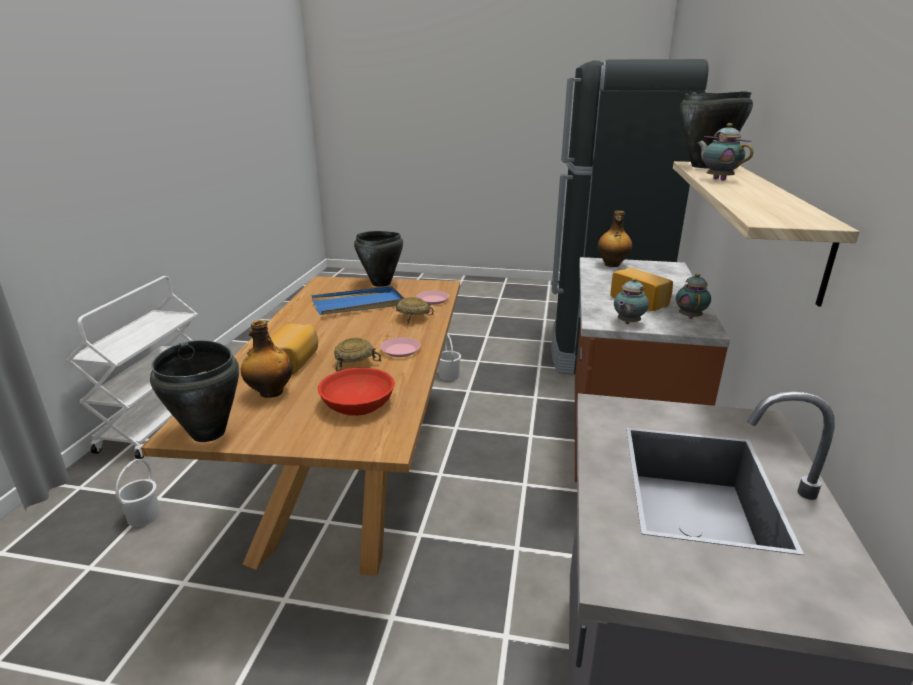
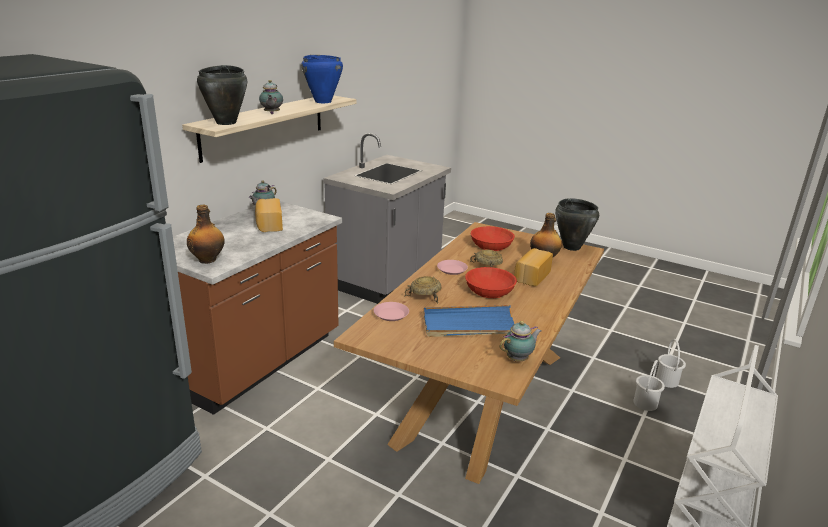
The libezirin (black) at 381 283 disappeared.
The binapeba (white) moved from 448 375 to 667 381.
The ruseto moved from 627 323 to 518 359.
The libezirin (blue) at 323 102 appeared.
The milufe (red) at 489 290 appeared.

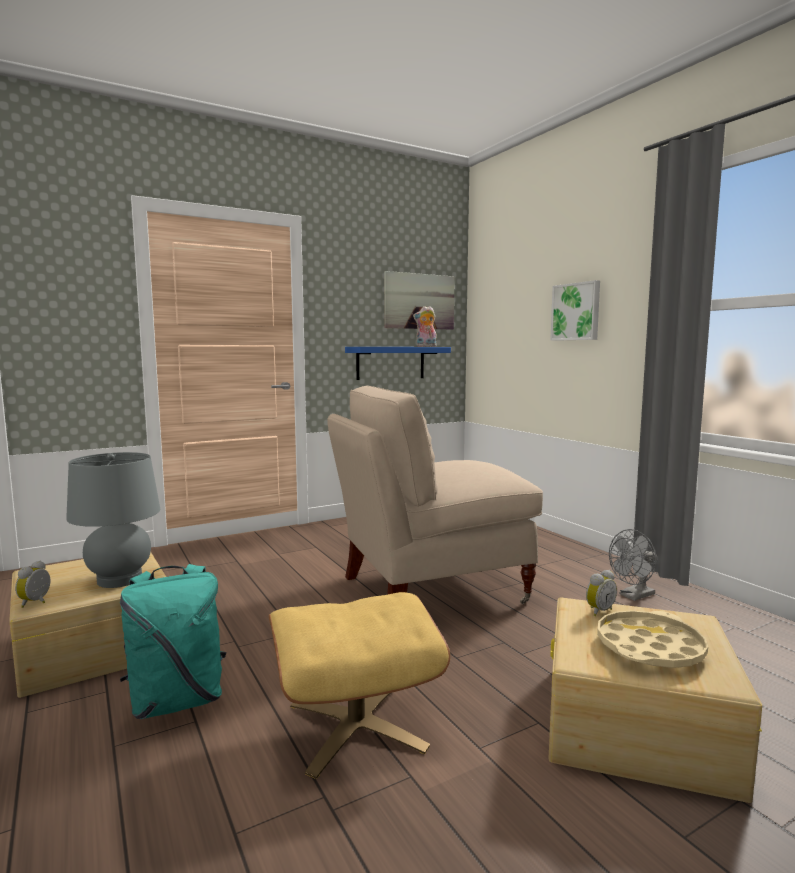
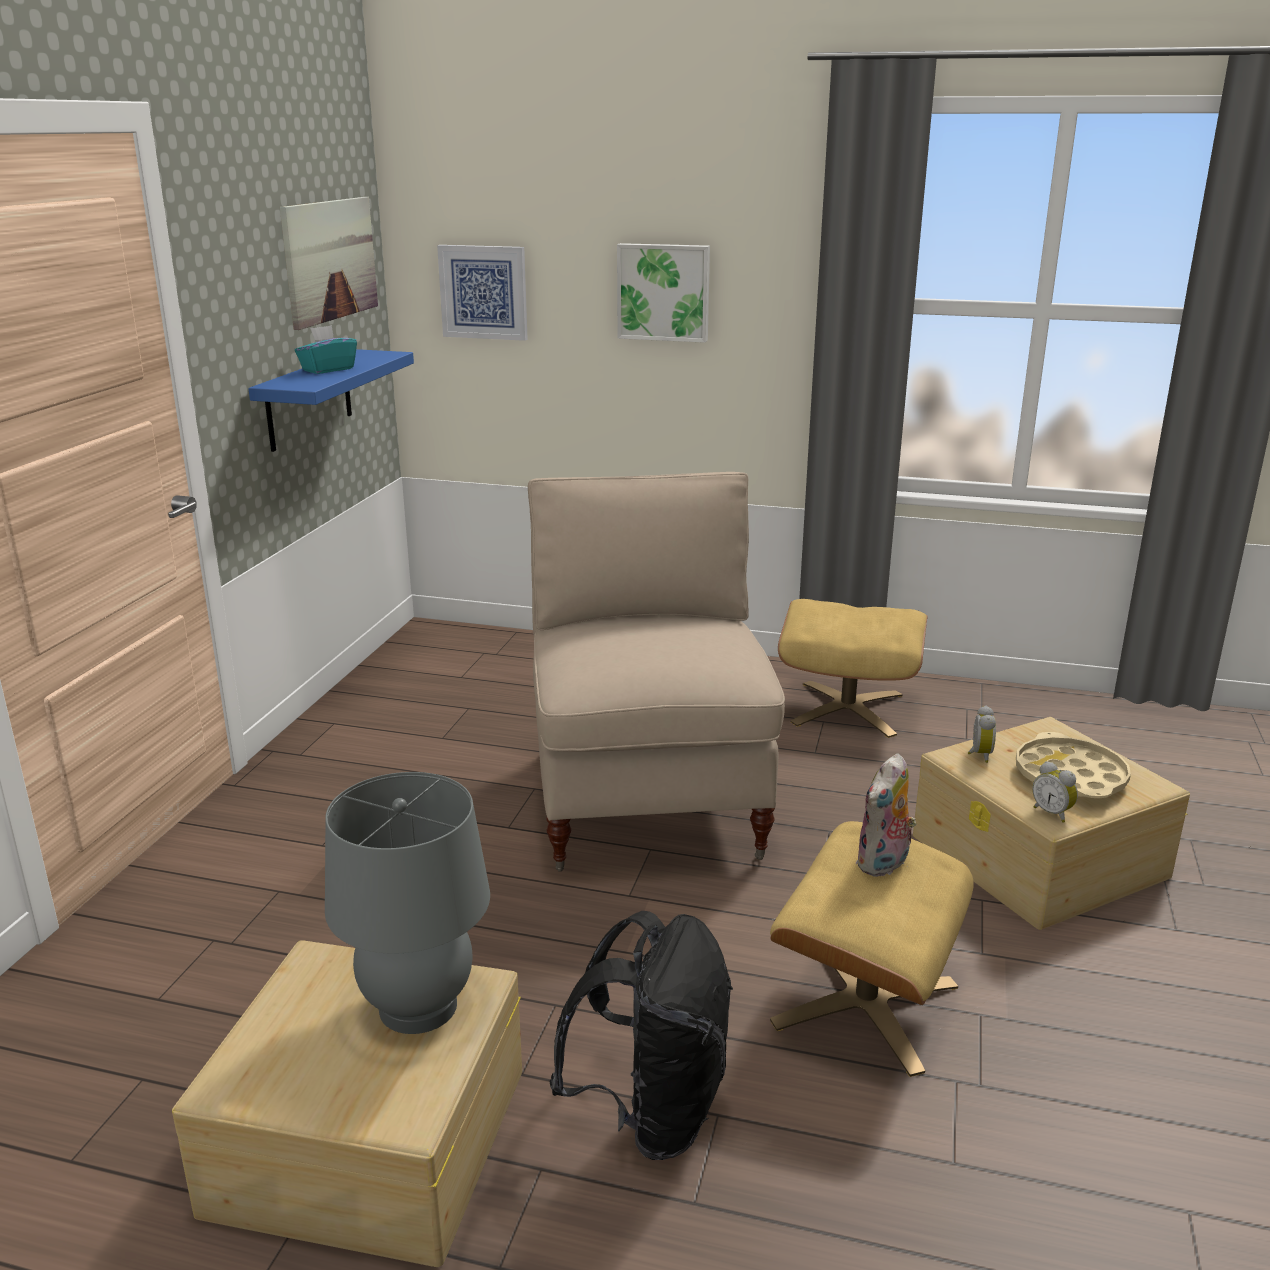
The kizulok moved from 36 602 to 1052 813.
The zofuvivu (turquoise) at 177 701 became the zofuvivu (black) at 651 1112.
The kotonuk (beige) at 430 590 turned 150 degrees clockwise.
The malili moved from 425 346 to 884 864.
The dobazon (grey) at 633 596 was replaced by the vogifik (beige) at 848 708.
The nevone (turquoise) at 328 369 appeared.
The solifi at 484 292 appeared.

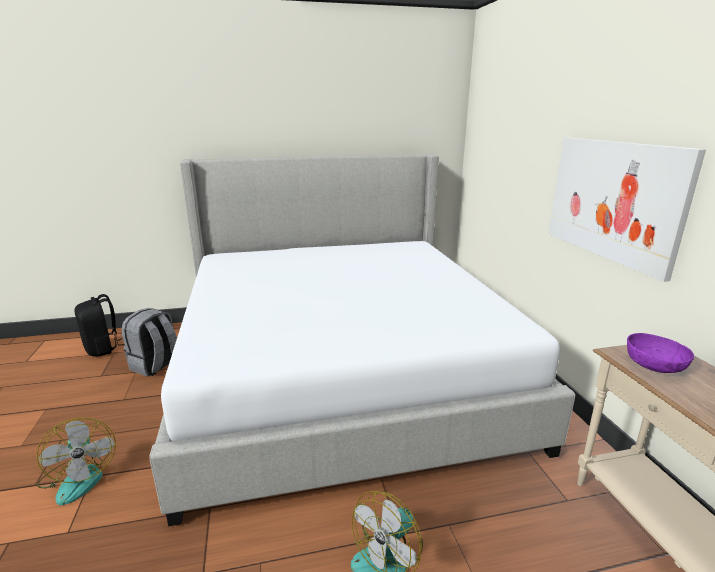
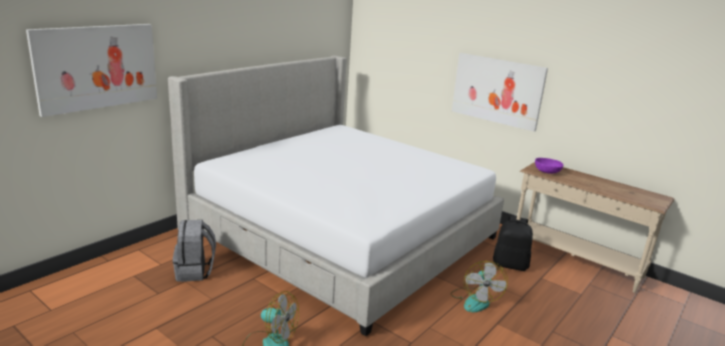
The zofuvivu (black) moved from 103 348 to 510 265.
The solifi at 97 67 appeared.

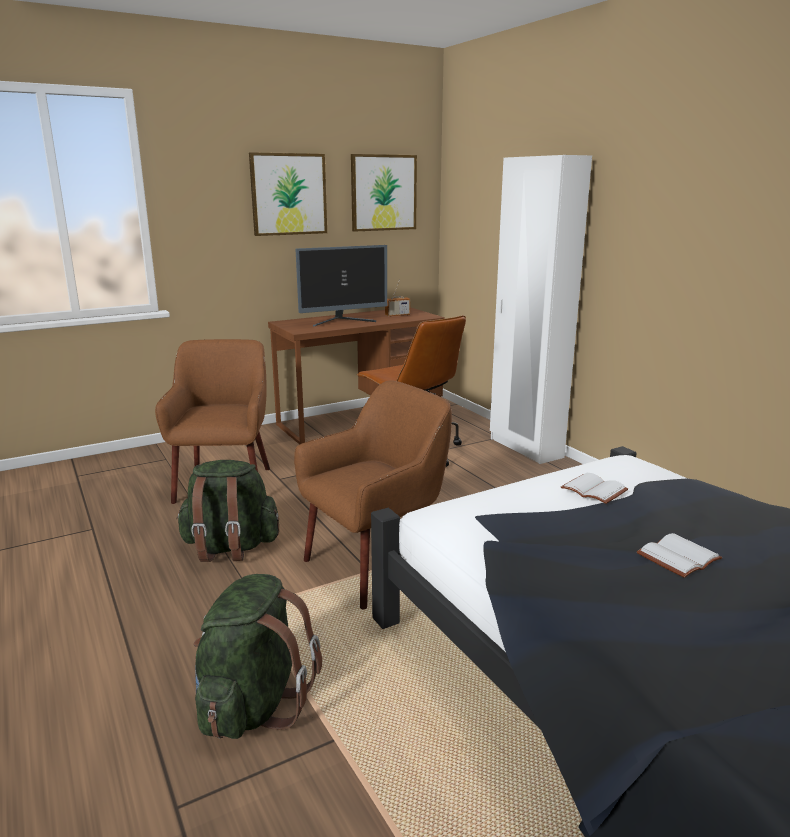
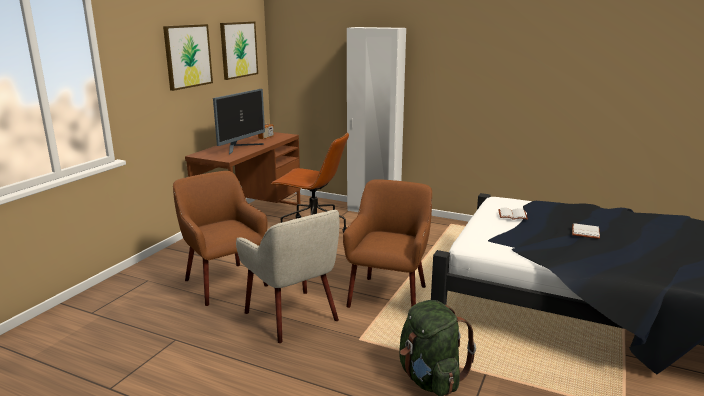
The zofuvivu (green) at 230 547 was replaced by the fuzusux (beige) at 292 316.

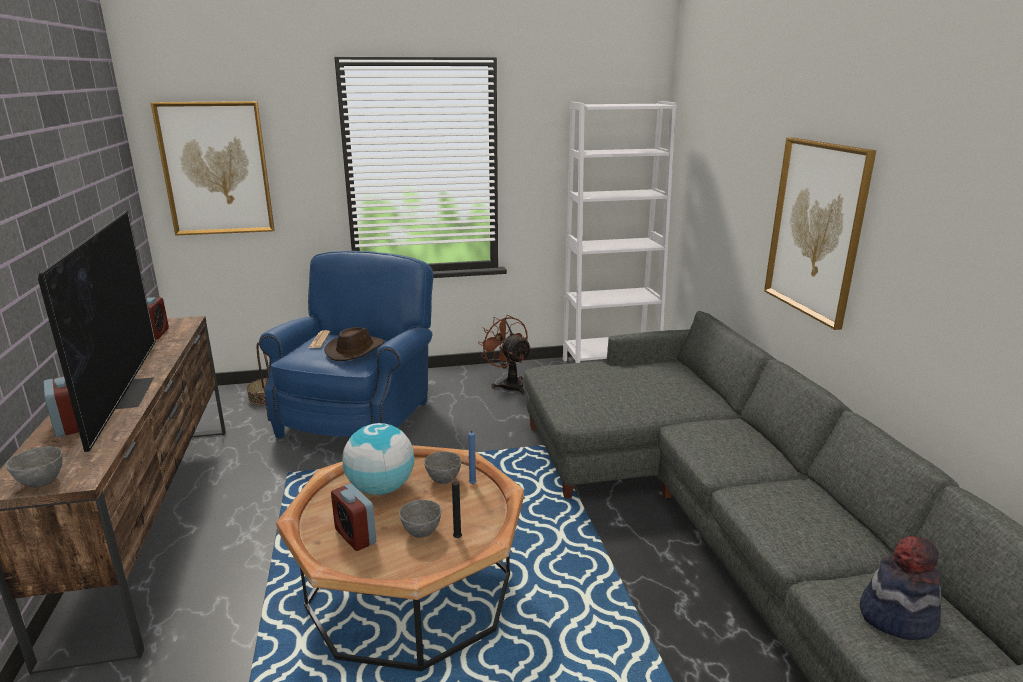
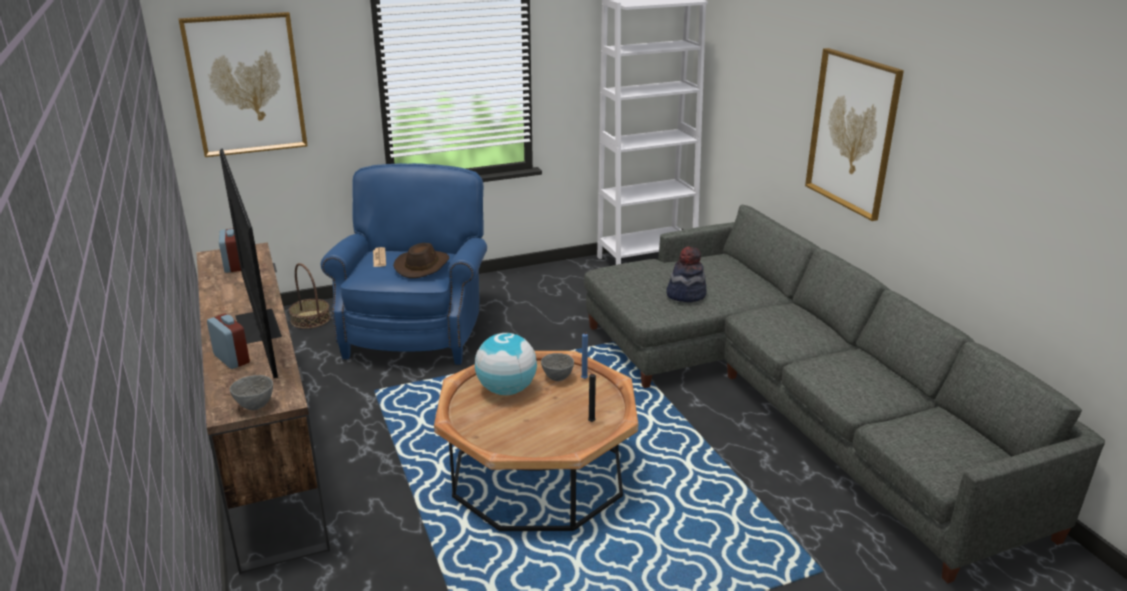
The kizulok at 355 536 disappeared.
The milufe (grey) at 421 533 disappeared.
The dobazon (brown) at 508 384 disappeared.
The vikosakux moved from 896 616 to 686 294.

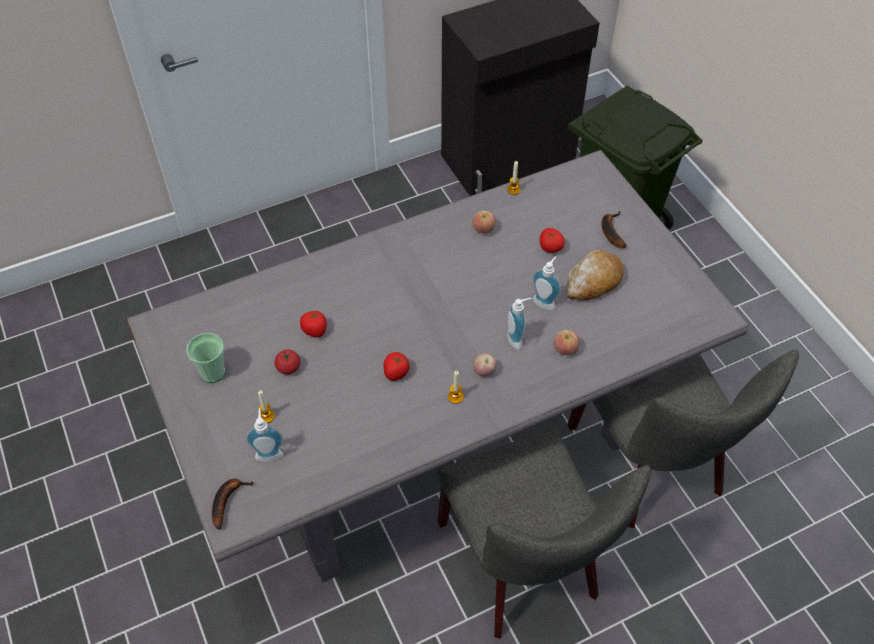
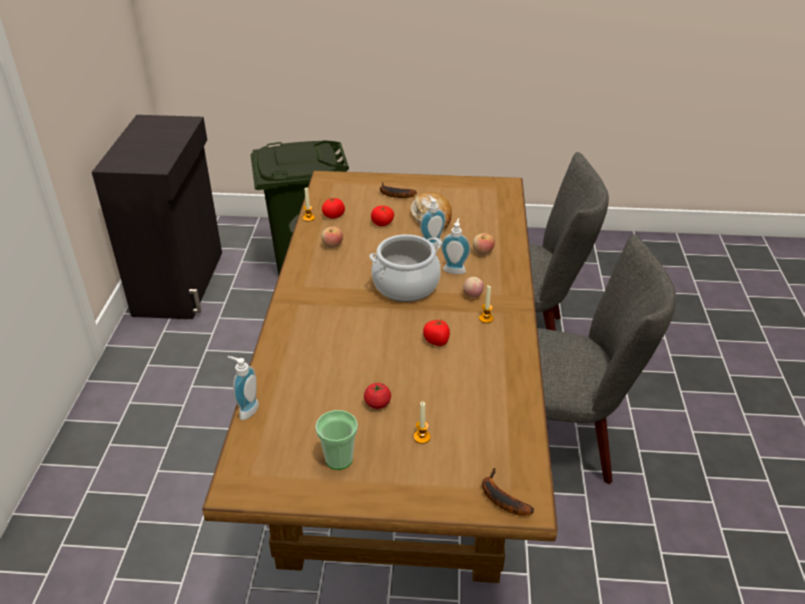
The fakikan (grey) at 437 428 became the fakikan (brown) at 400 436.
The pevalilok moved from 269 453 to 246 409.
The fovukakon moved from 315 331 to 333 216.
The libezirin at 406 285 appeared.

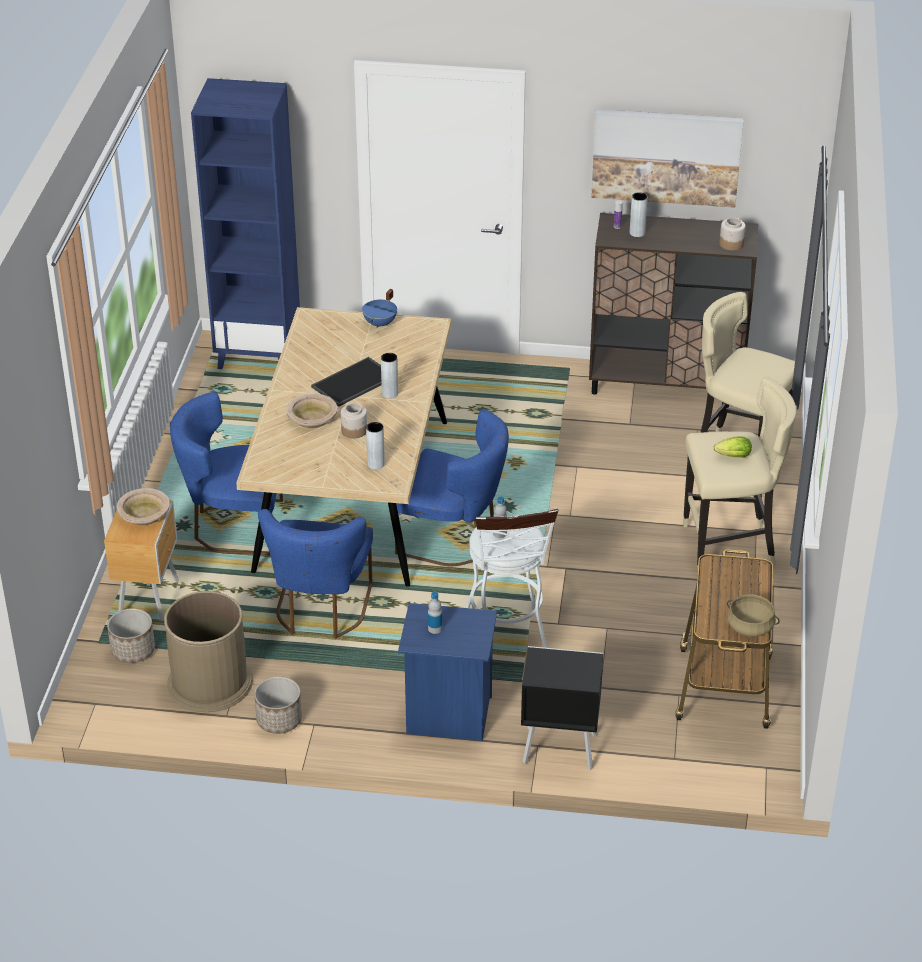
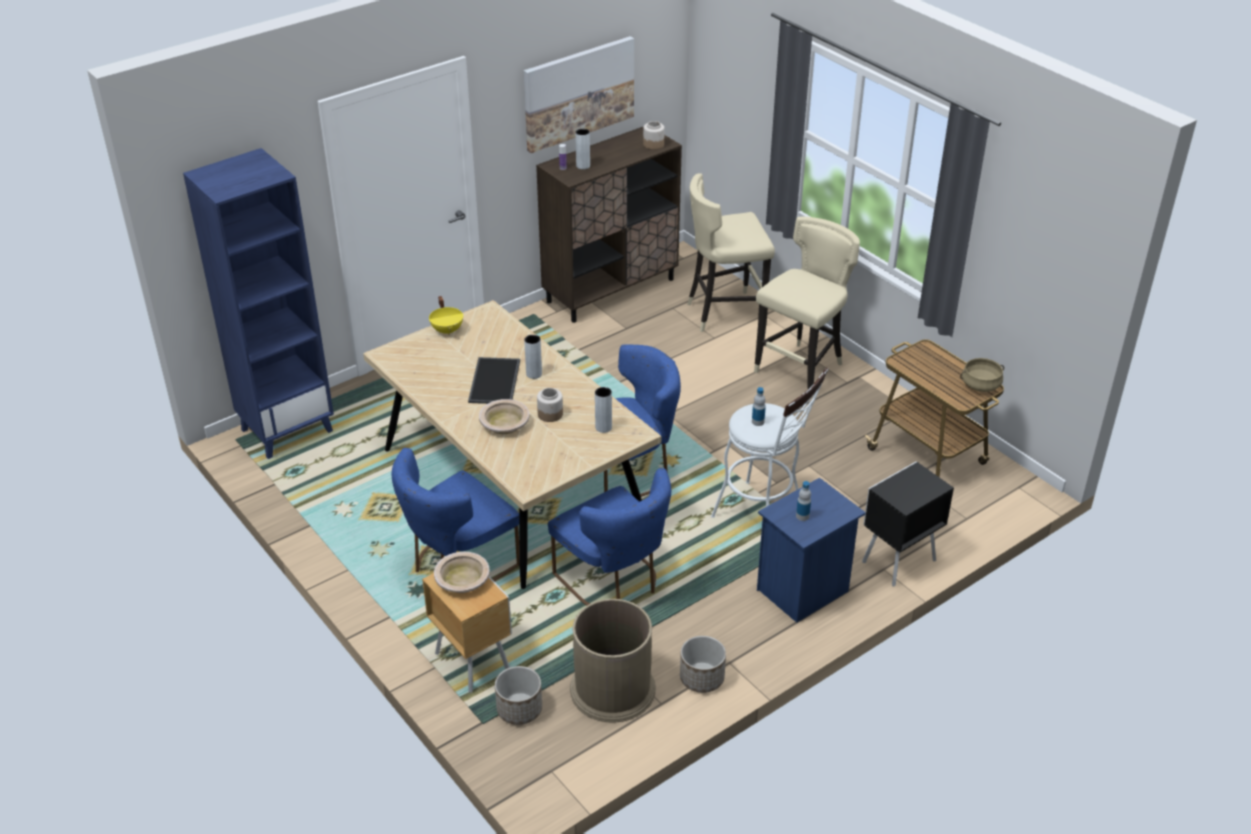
The libezirin (blue) at 380 323 became the libezirin (yellow) at 448 330.
The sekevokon at 731 456 disappeared.

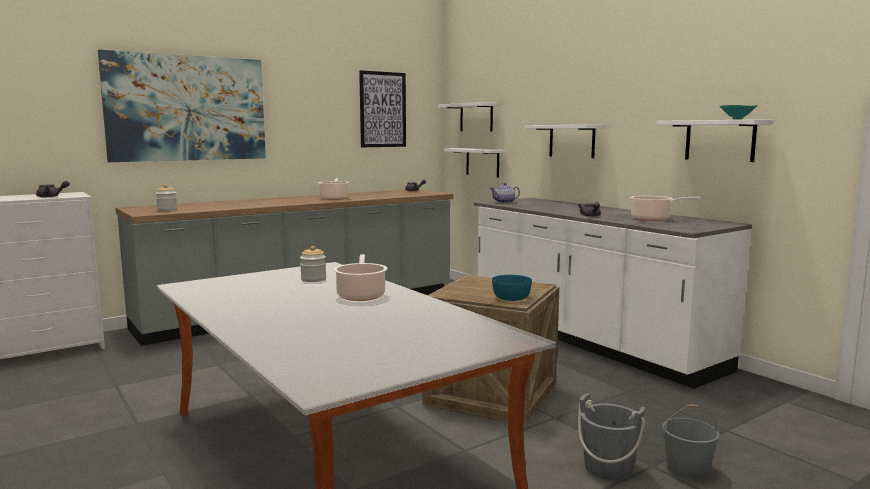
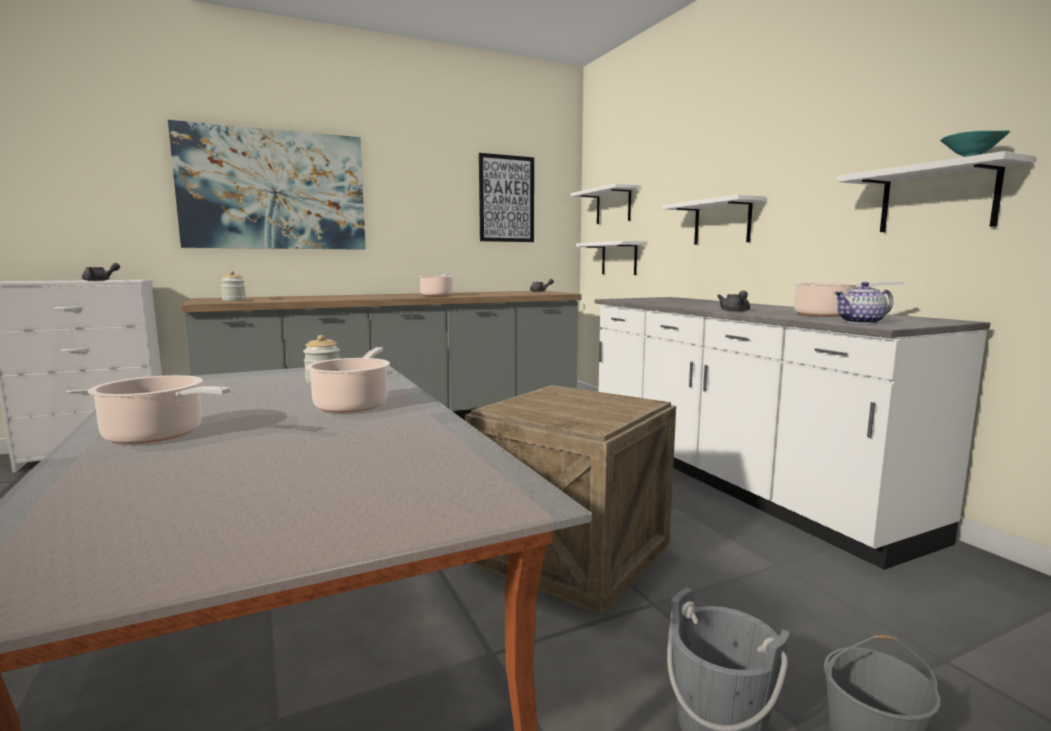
The ruseto moved from 505 202 to 862 322.
The milufe (turquoise) at 511 298 disappeared.
The libezirin at 158 435 appeared.

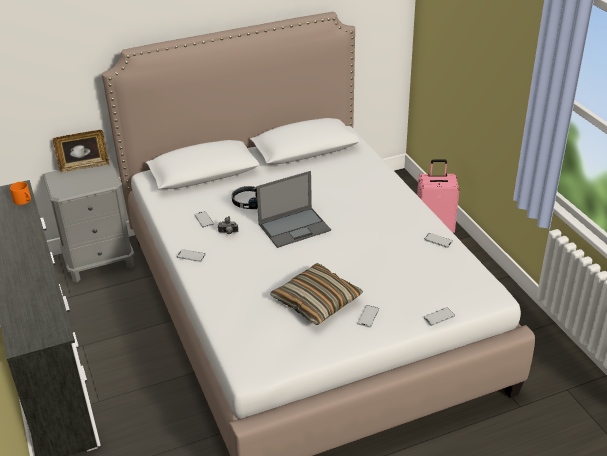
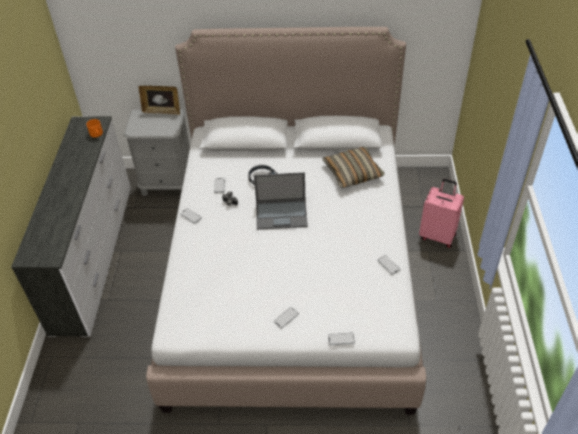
The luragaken moved from 316 302 to 353 173.

